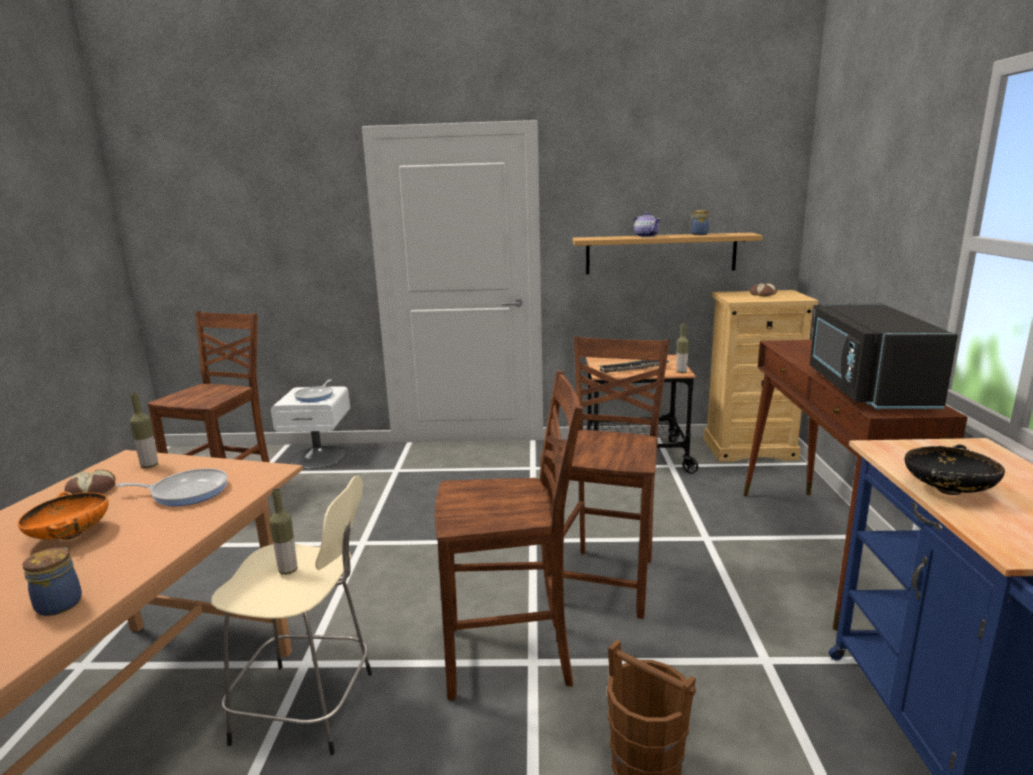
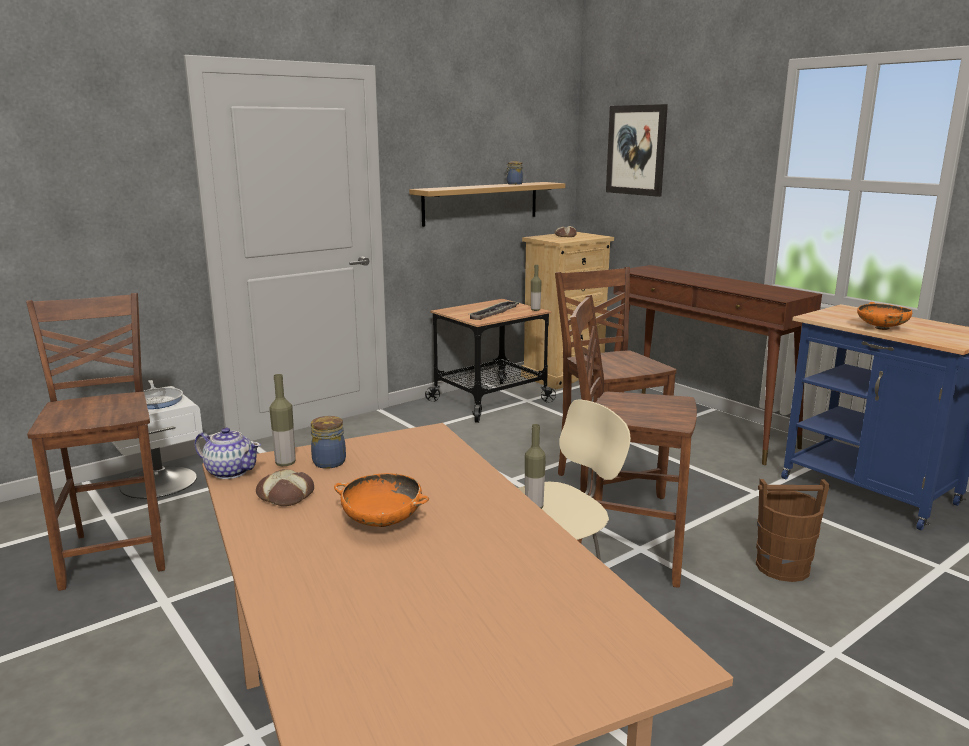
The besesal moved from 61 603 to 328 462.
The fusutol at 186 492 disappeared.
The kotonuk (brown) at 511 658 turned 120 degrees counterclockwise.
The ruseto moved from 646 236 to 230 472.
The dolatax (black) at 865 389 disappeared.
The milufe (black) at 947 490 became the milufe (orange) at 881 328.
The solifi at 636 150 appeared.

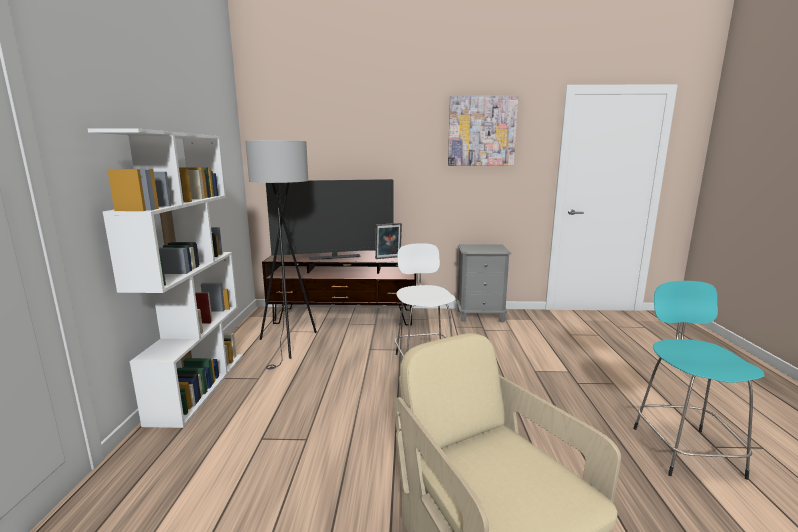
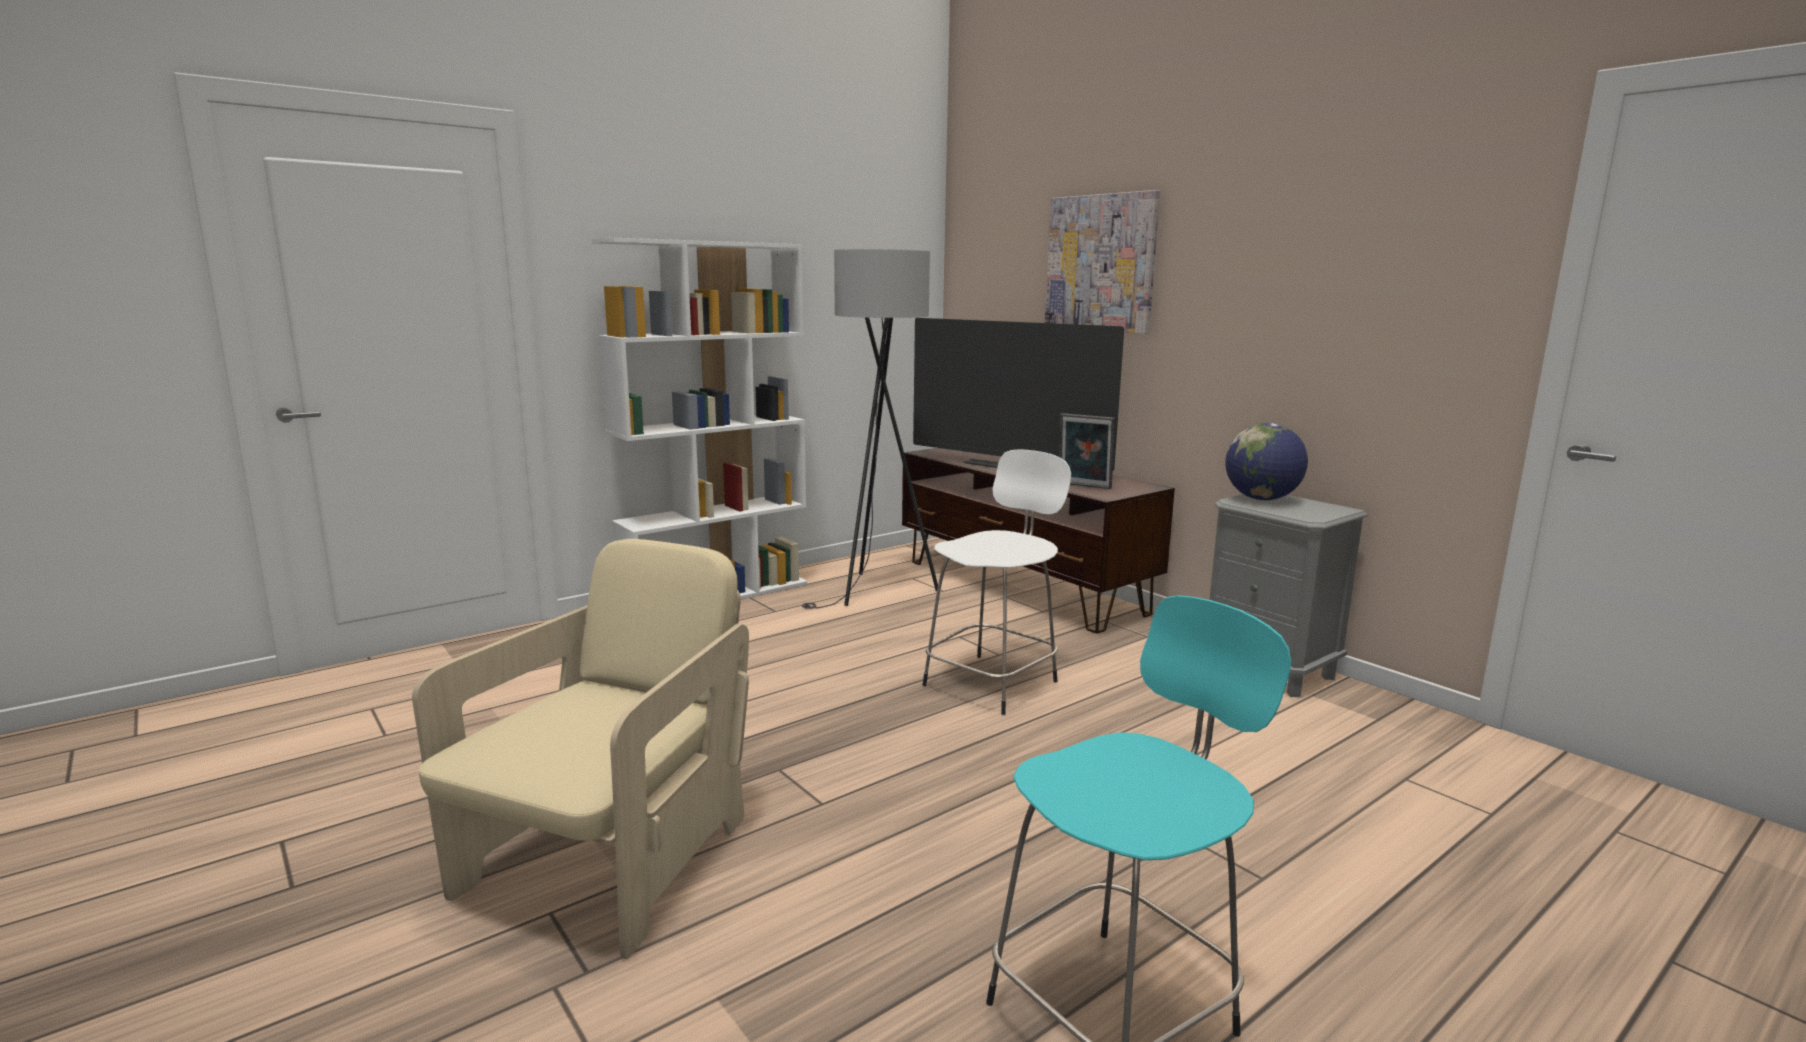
The solifi moved from 481 131 to 1101 263.
The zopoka at 1261 499 appeared.

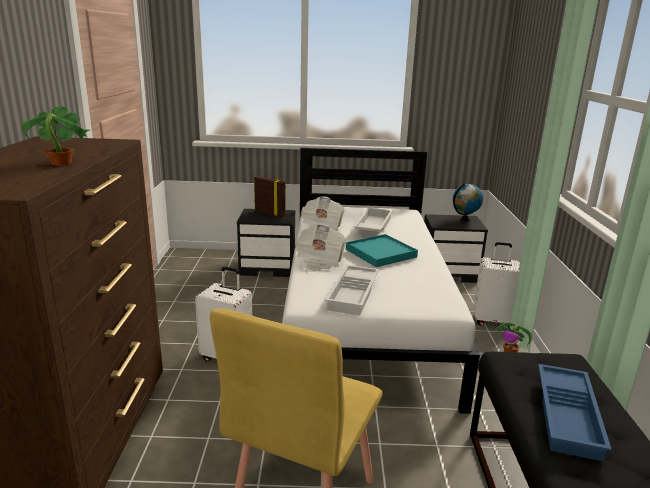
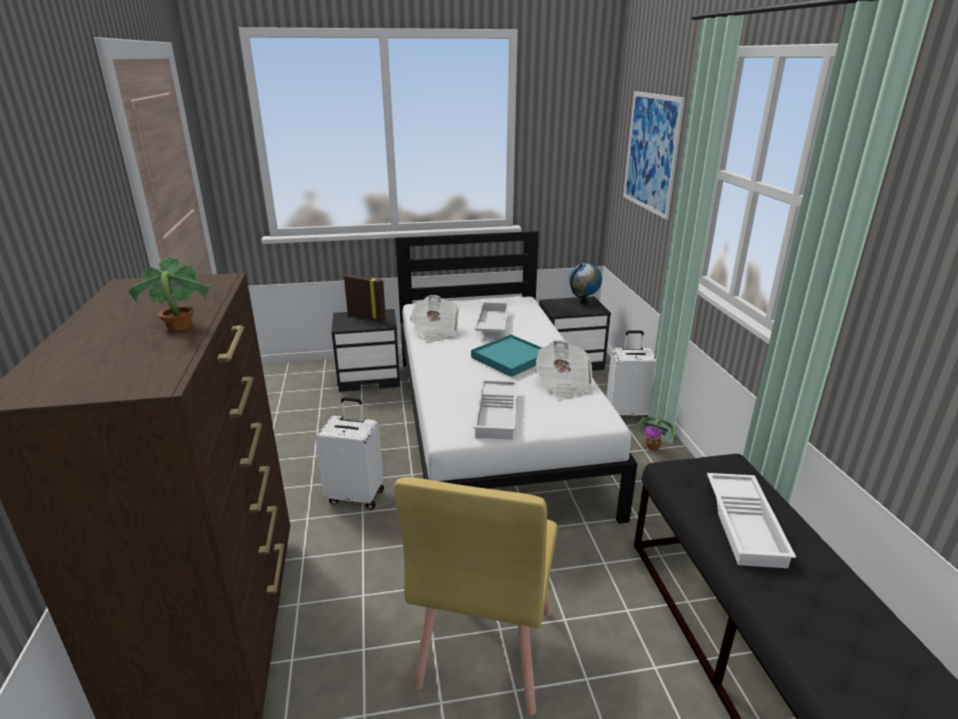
The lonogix moved from 319 261 to 563 384.
The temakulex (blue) at 569 416 became the temakulex (white) at 746 525.
The solifi at 651 153 appeared.

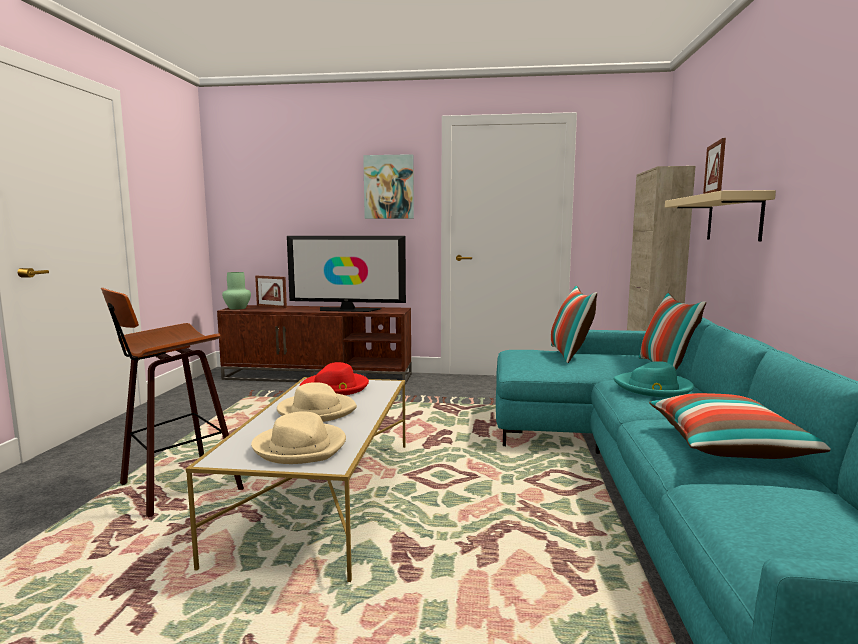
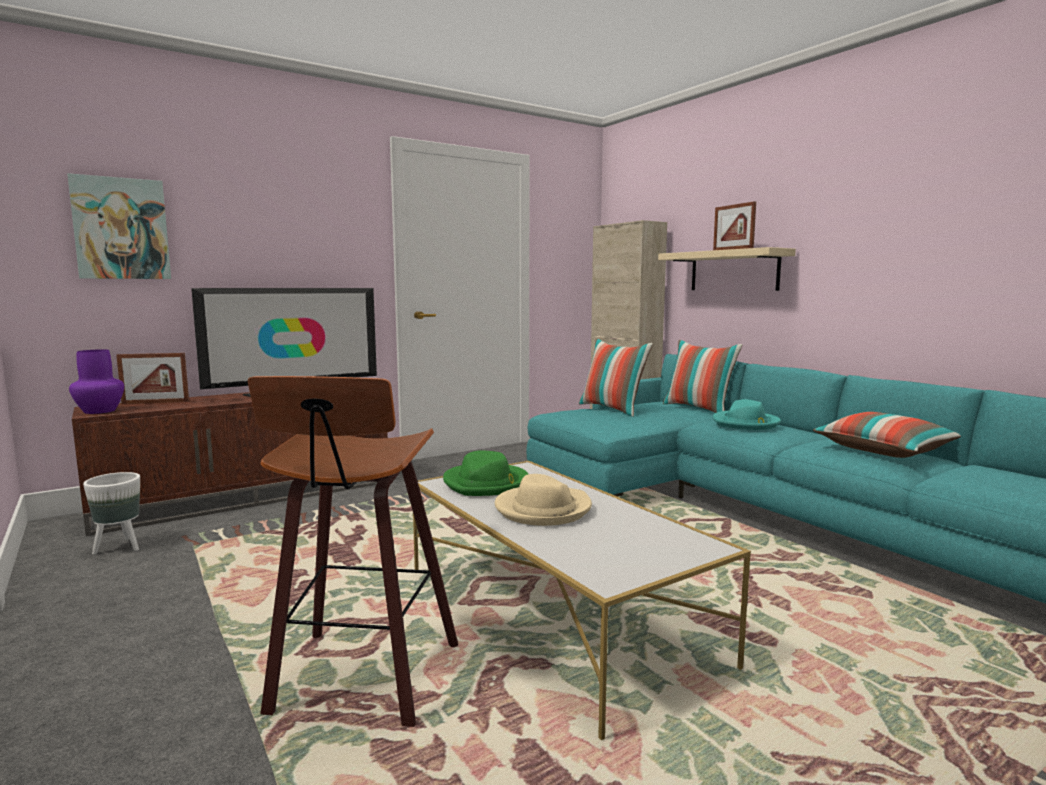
The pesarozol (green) at 238 308 became the pesarozol (purple) at 100 411.
The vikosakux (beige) at 300 447 disappeared.
The vikosakux (red) at 335 387 became the vikosakux (green) at 486 483.
The solifi moved from 389 187 to 121 229.
The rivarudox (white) at 119 547 appeared.

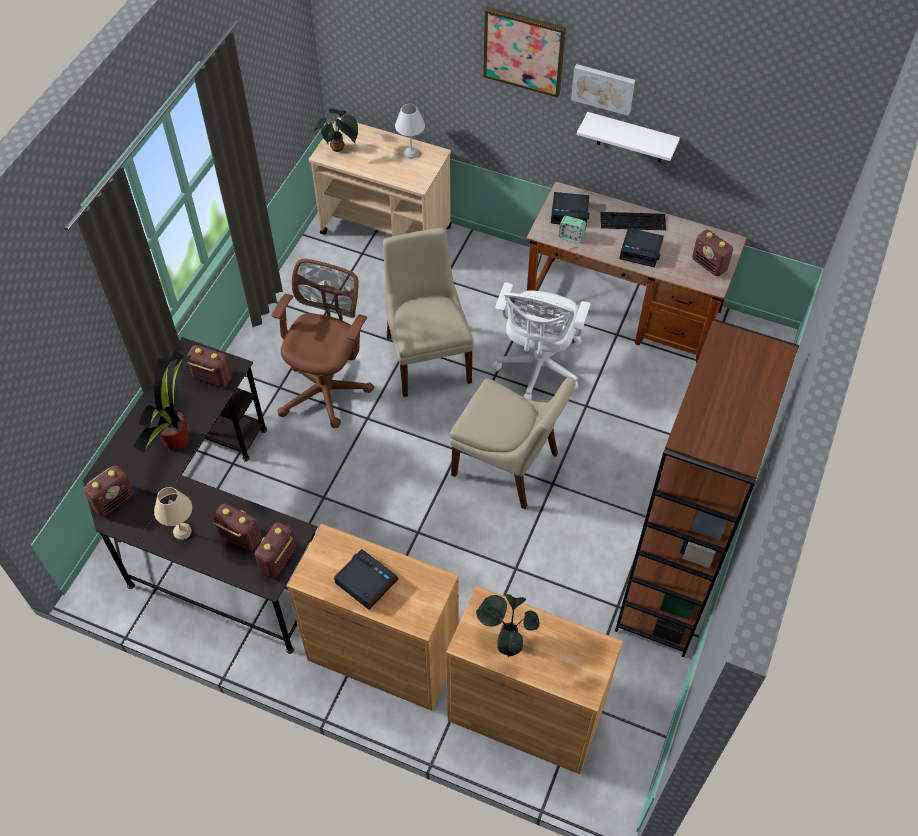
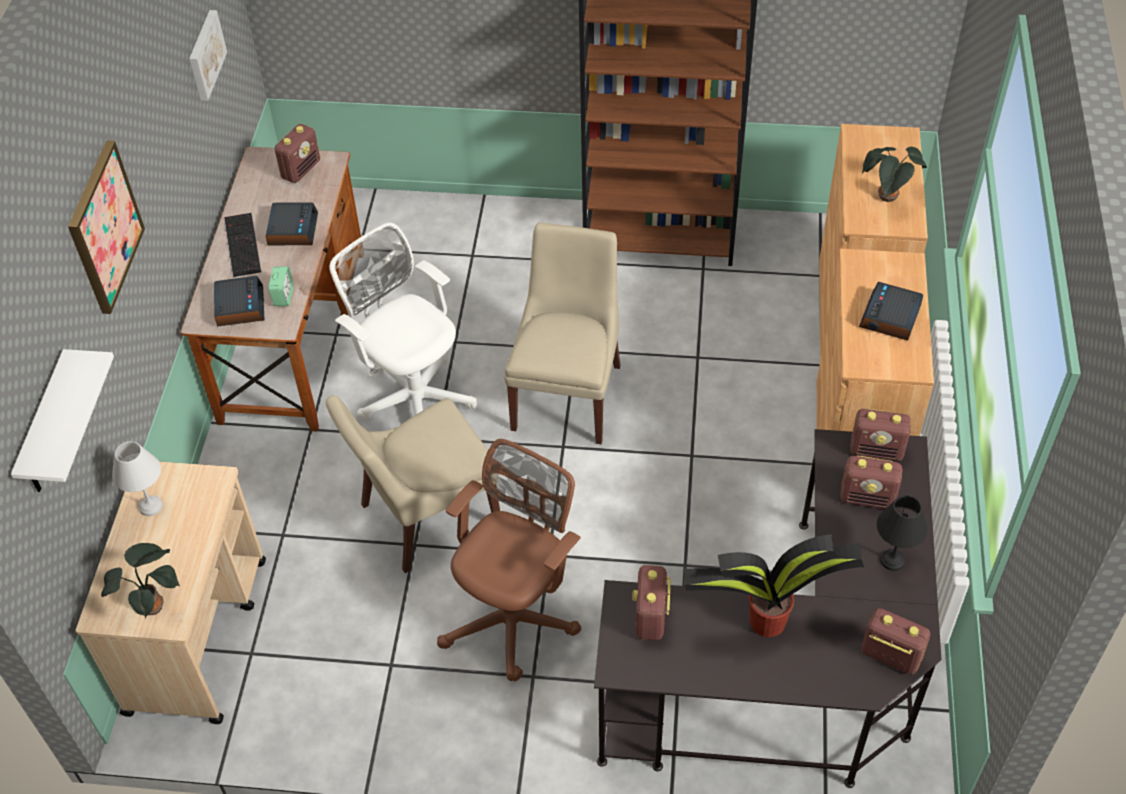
The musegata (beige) at 181 532 became the musegata (black) at 893 561.
The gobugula at 240 537 turned 90 degrees counterclockwise.
The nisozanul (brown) at 327 388 turned 120 degrees clockwise.
The nisozanul (white) at 538 369 turned 135 degrees counterclockwise.
The solifi moved from 603 88 to 205 55.
The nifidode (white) moved from 631 138 to 46 428.

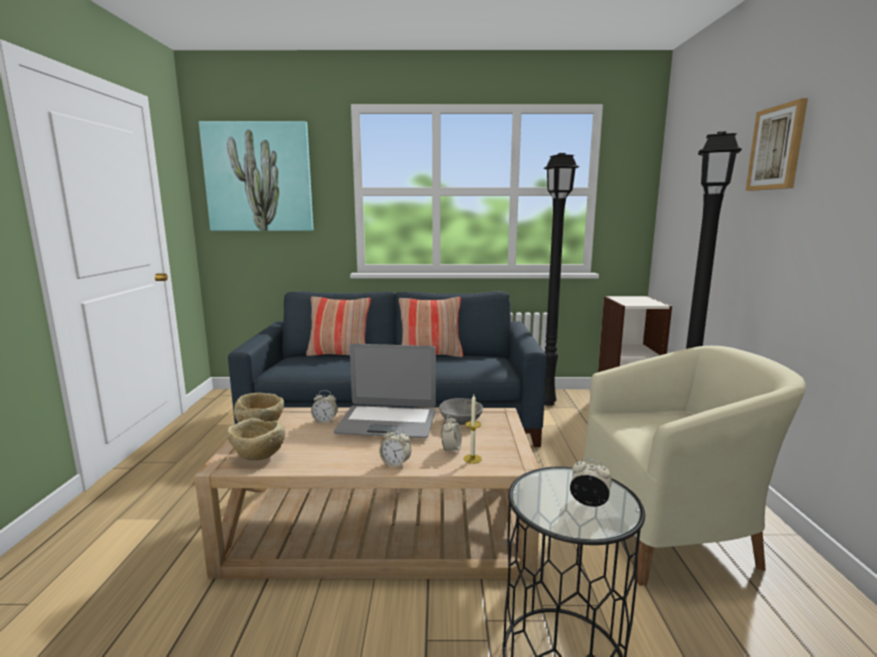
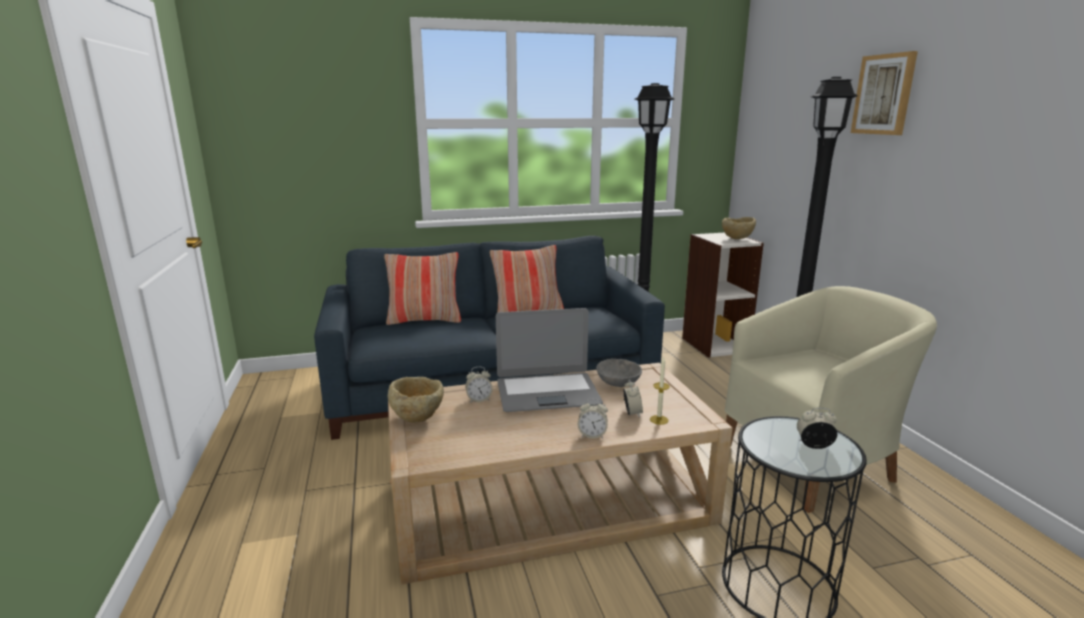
The solifi at 259 177 disappeared.
The milufe (beige) moved from 258 458 to 737 239.

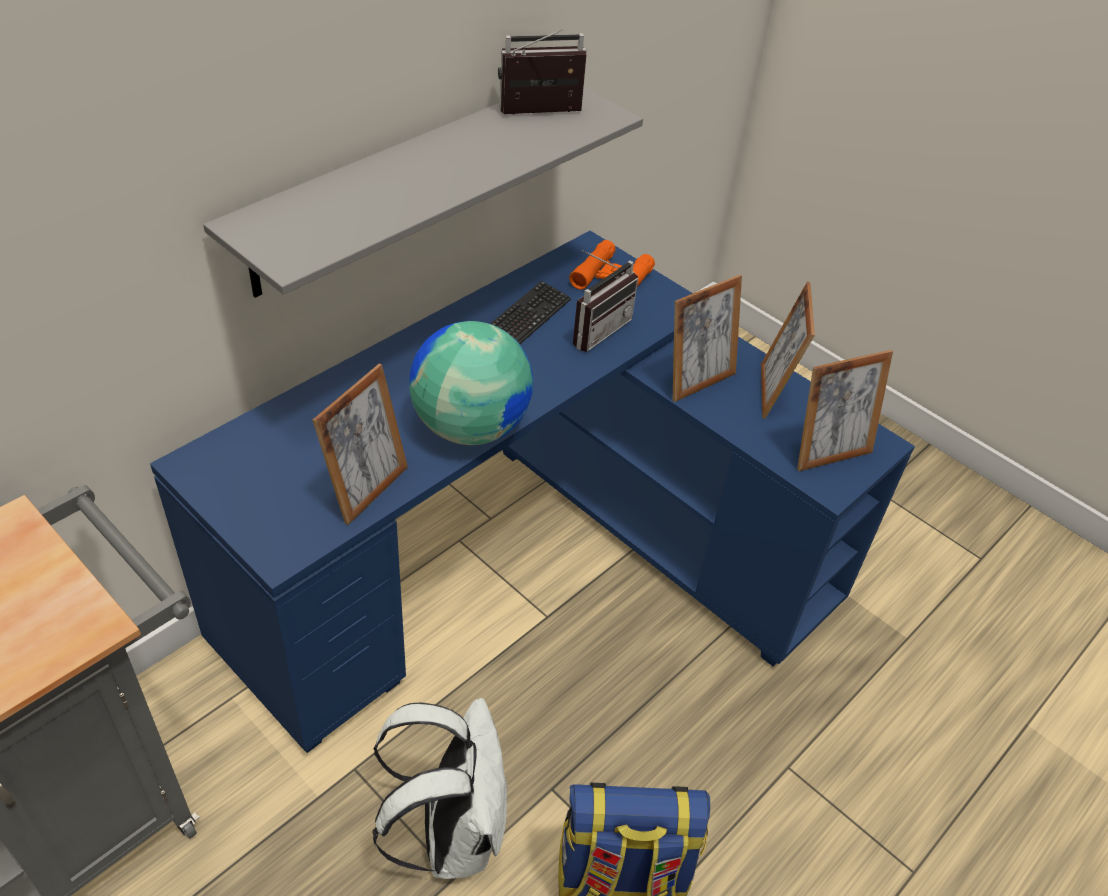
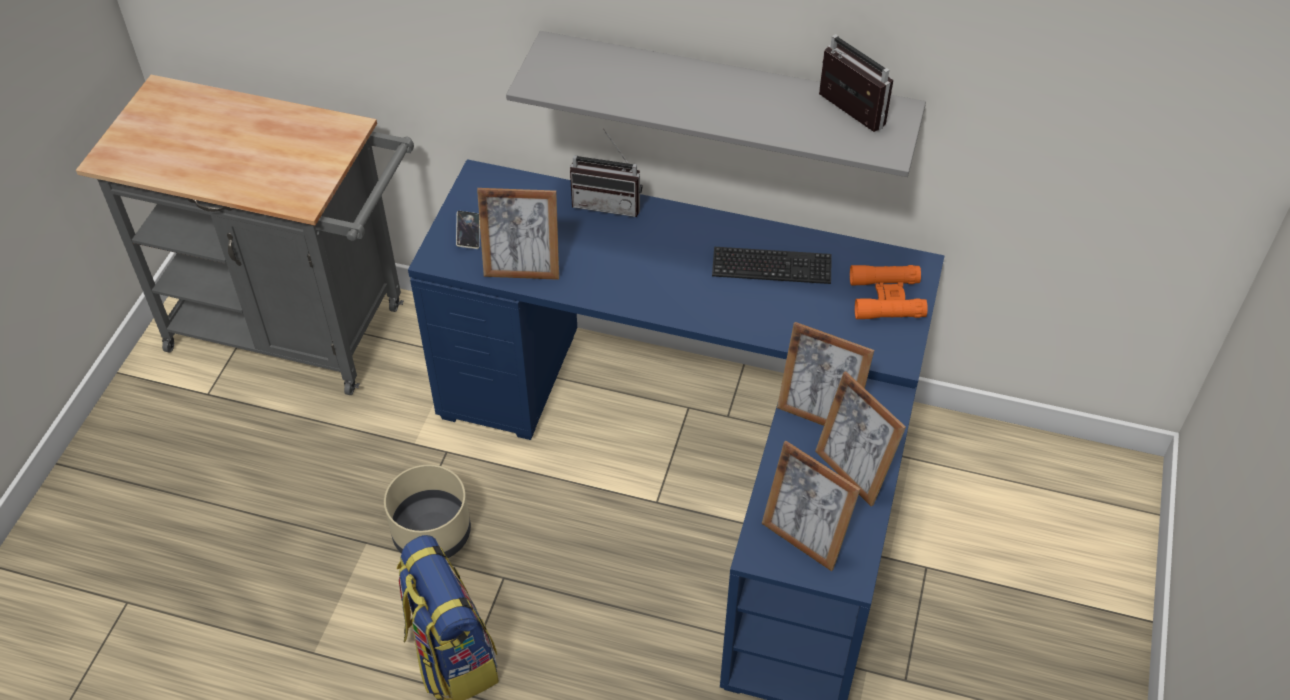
The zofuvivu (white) at 450 832 was replaced by the rivarudox (beige) at 432 532.
The zopoka at 470 426 disappeared.
The gobugula moved from 595 328 to 608 202.
The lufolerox at 773 392 turned 105 degrees counterclockwise.
The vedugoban at 468 232 appeared.

